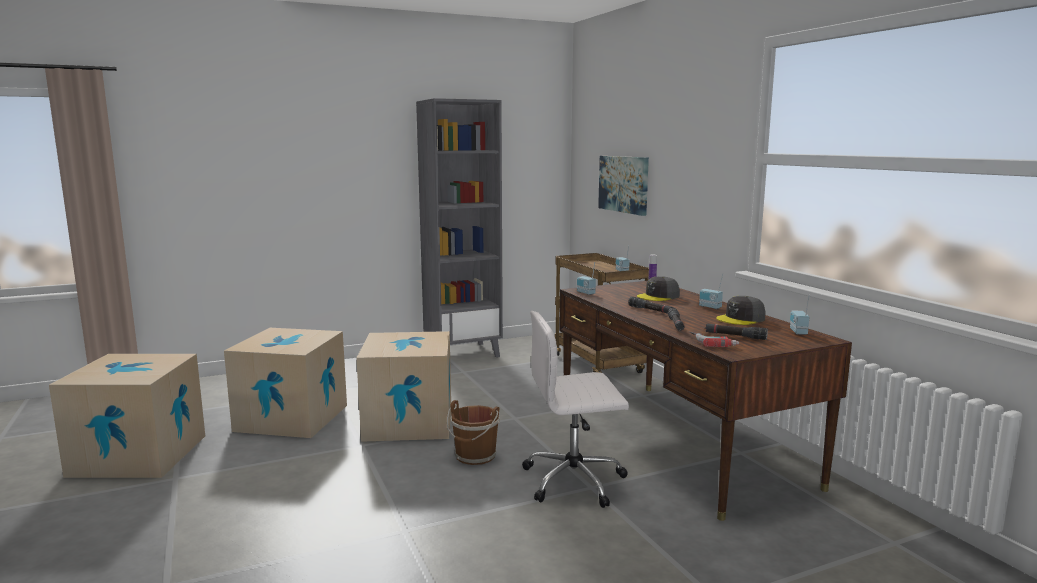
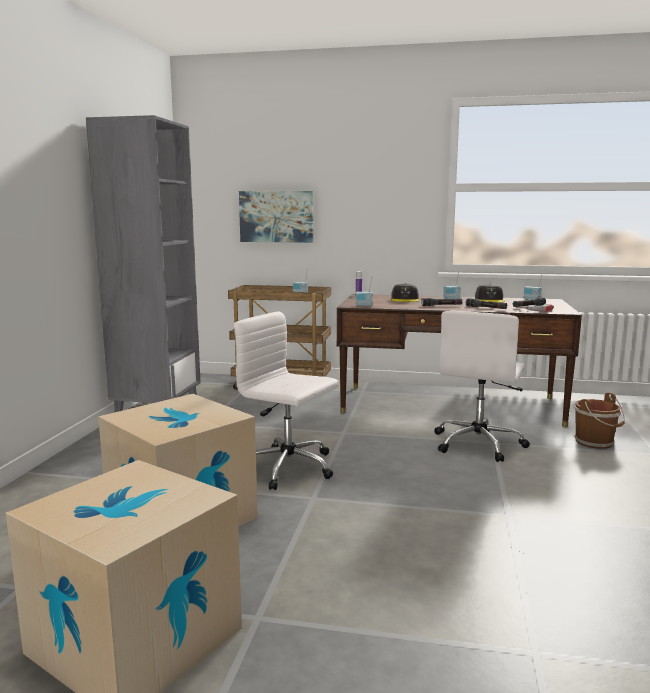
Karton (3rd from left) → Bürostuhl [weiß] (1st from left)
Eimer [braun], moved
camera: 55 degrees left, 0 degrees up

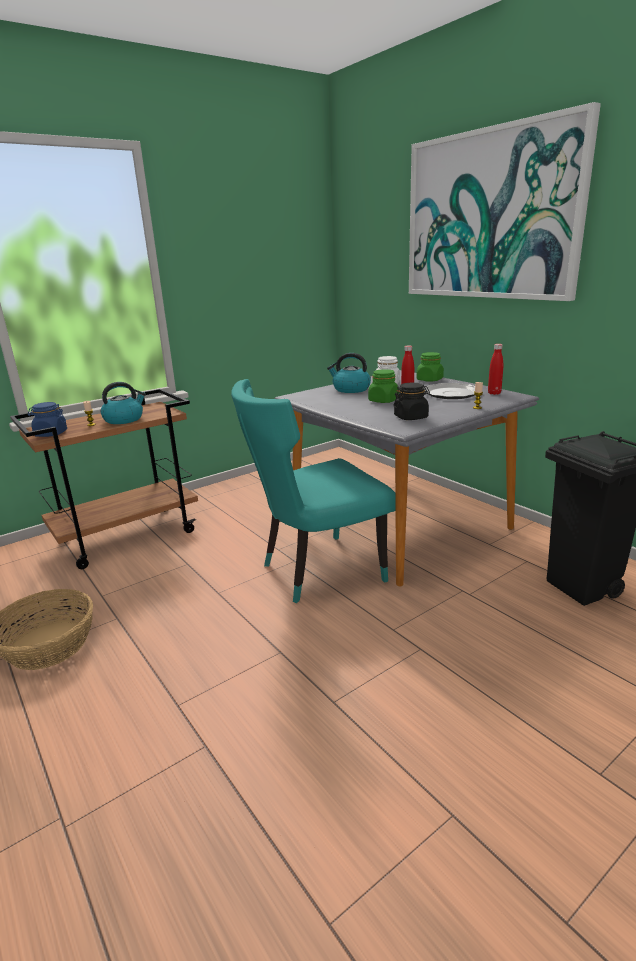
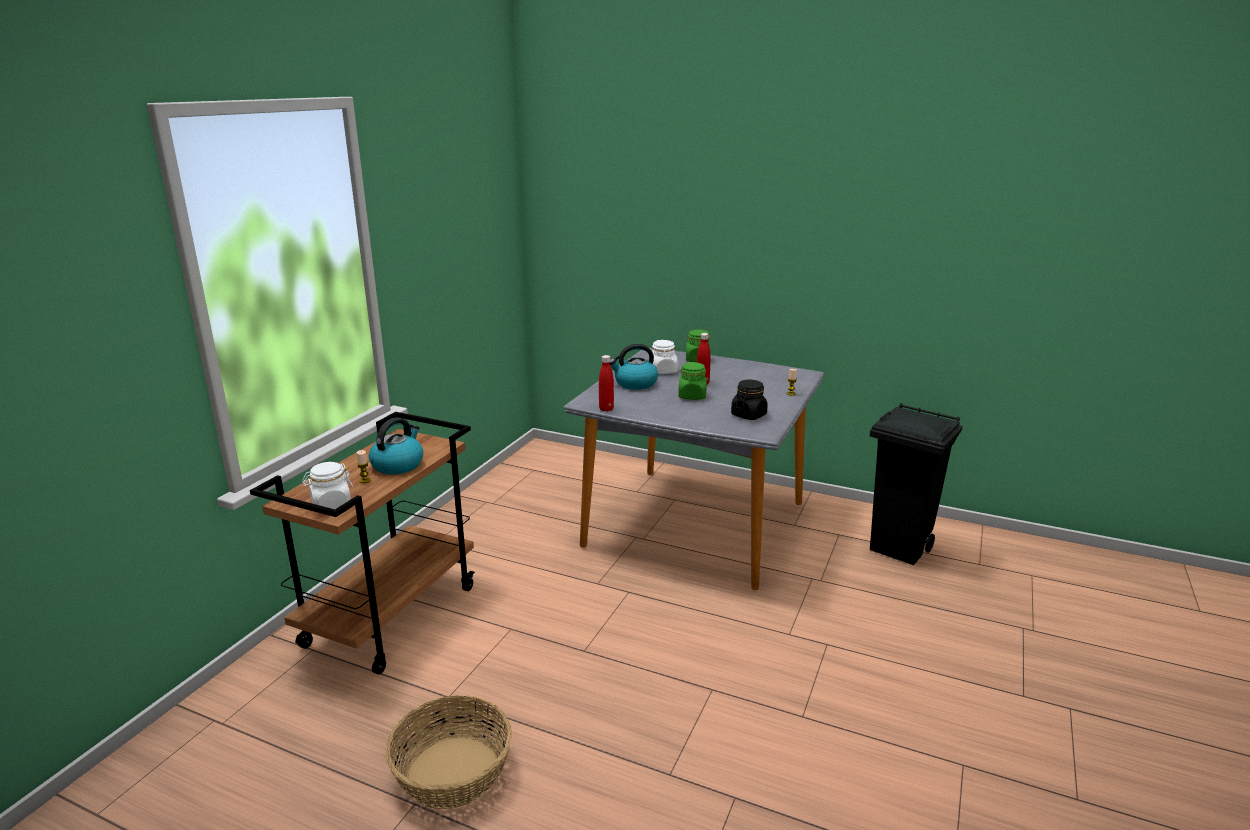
Bild → -
Flasche [rot] (2nd from left in the first image) → Flasche [rot] (1st from left), moved
Stuhl [türkis] → -
Teller → -
Vorratsglas [blau] → Vorratsglas [weiß] (1st from left)
camera: 30 degrees left, 0 degrees up

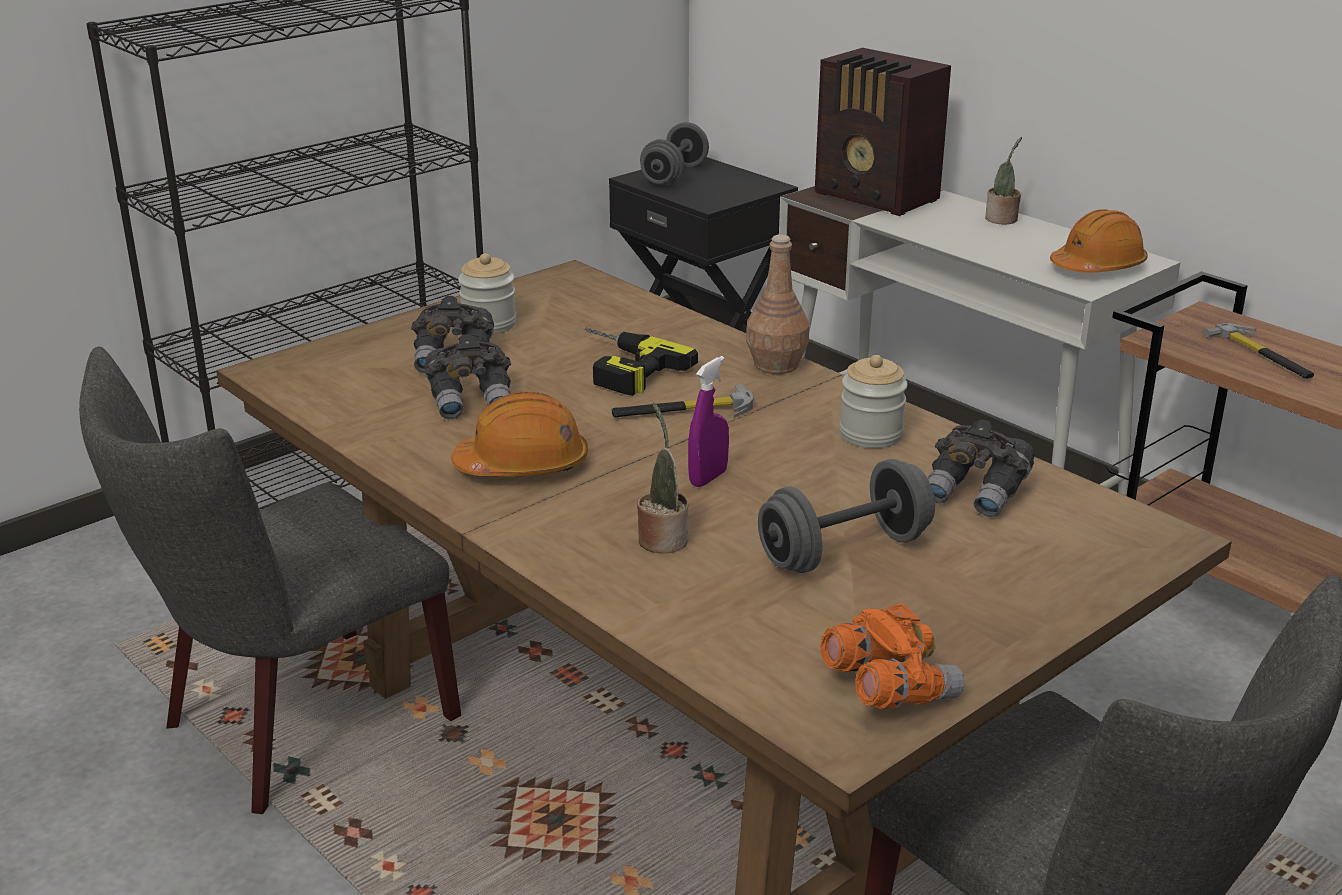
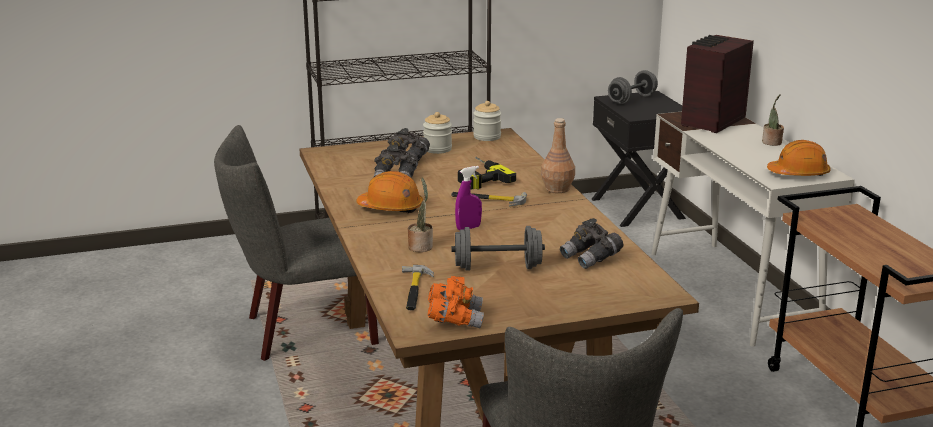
Radio, 60 degrees clockwise
Hammer (2nd from left in the first image) → Hammer (1st from left), moved
Vorratsglas (2nd from left), moved
camera: 25 degrees right, 5 degrees down

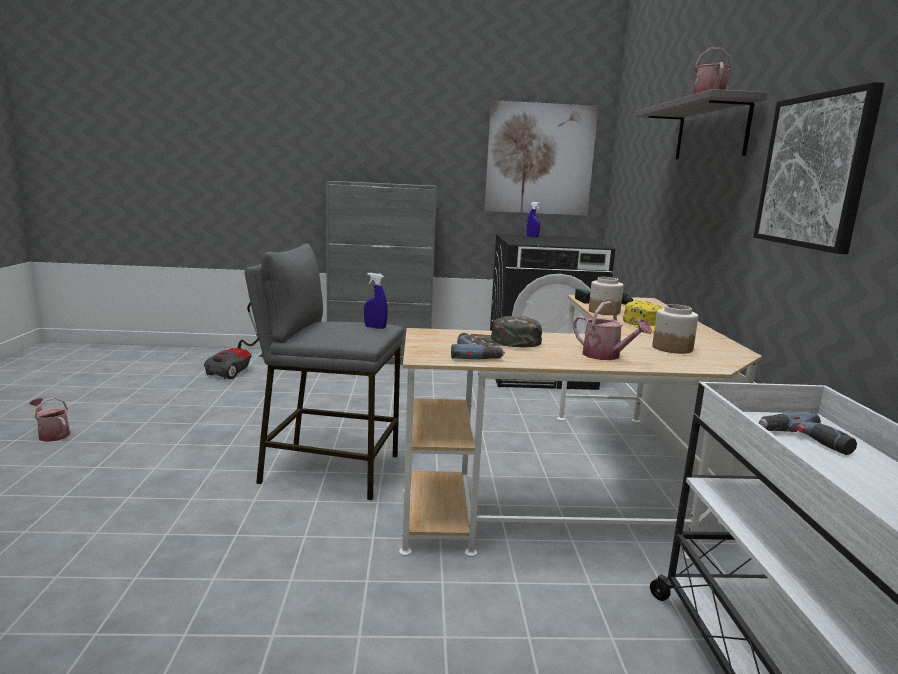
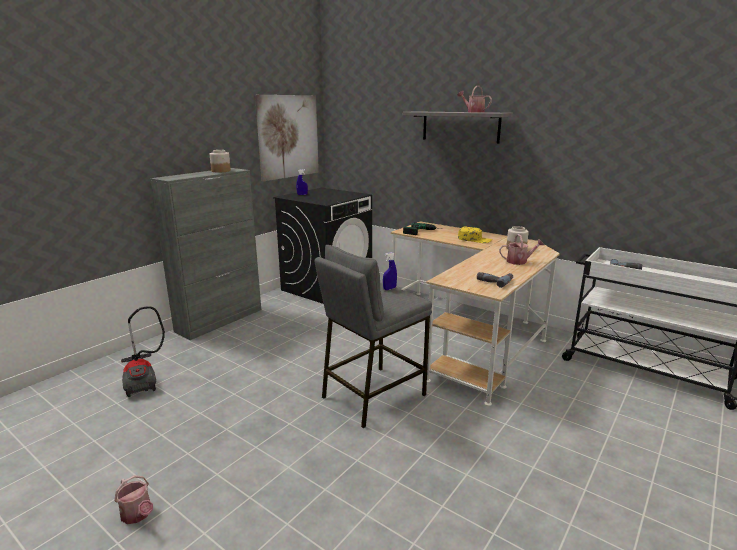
Bild (2nd from left) → -
Vorratsglas (1st from left), moved
Kappe [grün] → -
Gießkanne (1st from left), 120 degrees counterclockwise
camera: 50 degrees left, 5 degrees up

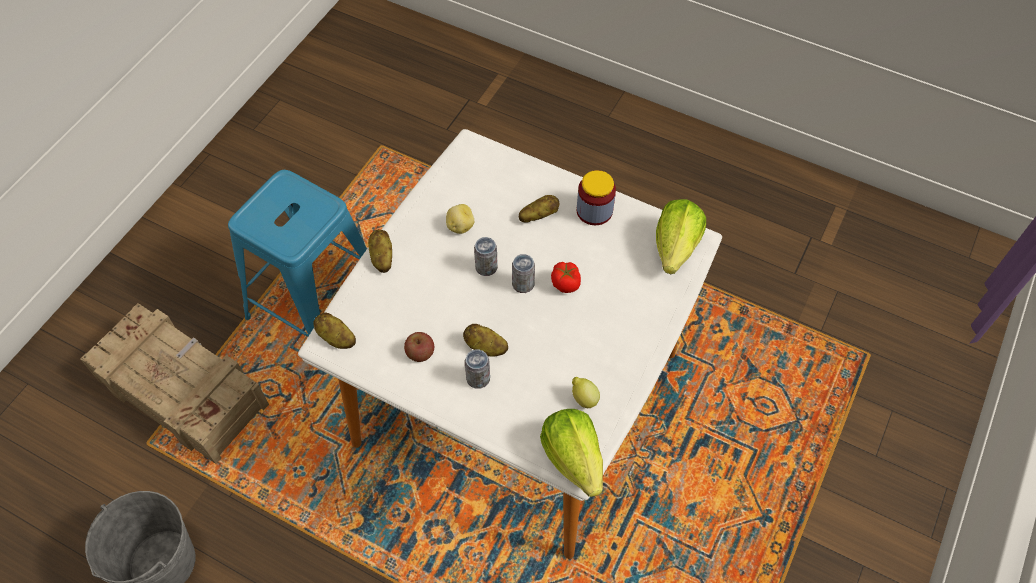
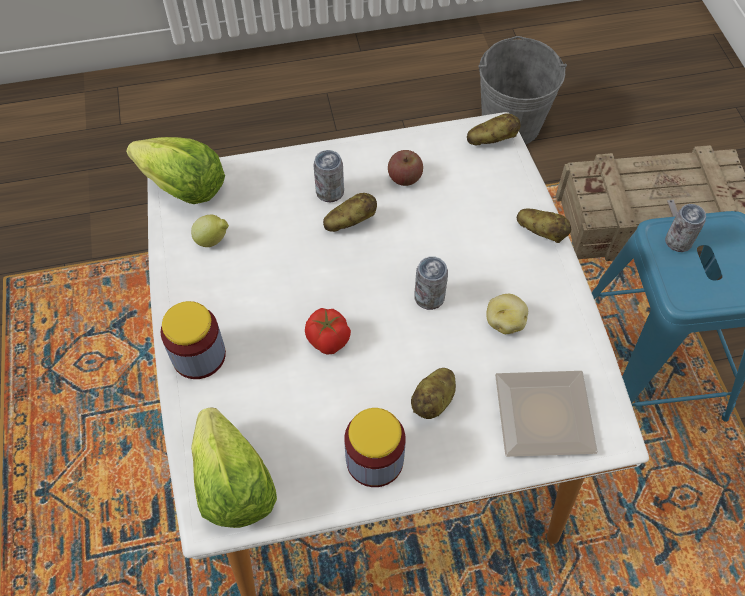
Dose (3rd from left), moved
- → Vorratsglas (1st from left)
- → Teller
camera: 140 degrees right, 0 degrees up

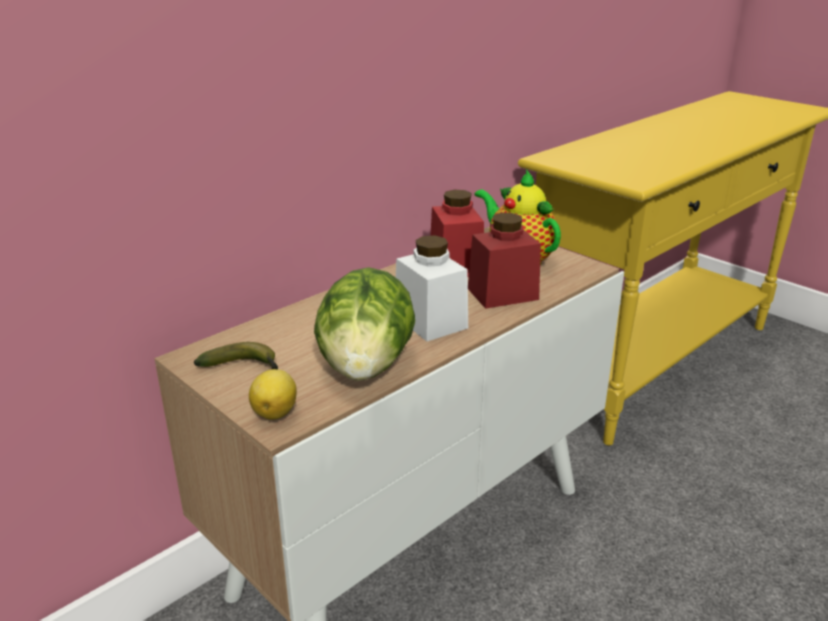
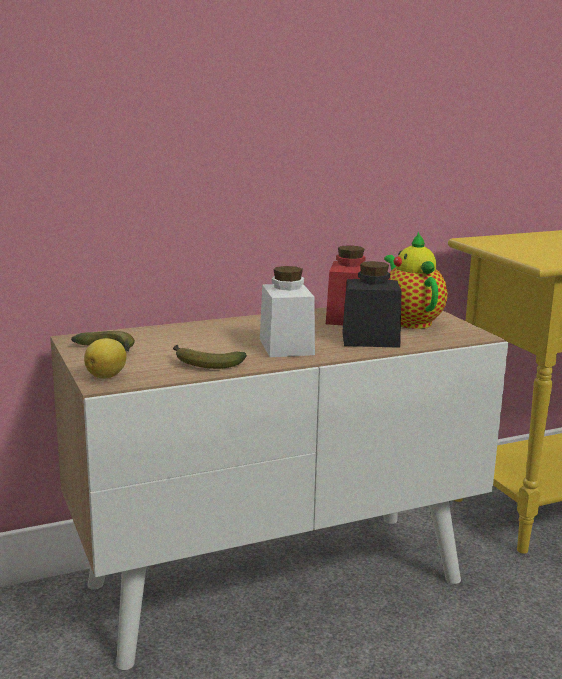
Vorratsglas [rot] (2nd from left) → Vorratsglas [schwarz]
Salatkopf → Banane (2nd from left)
camera: 20 degrees right, 10 degrees down

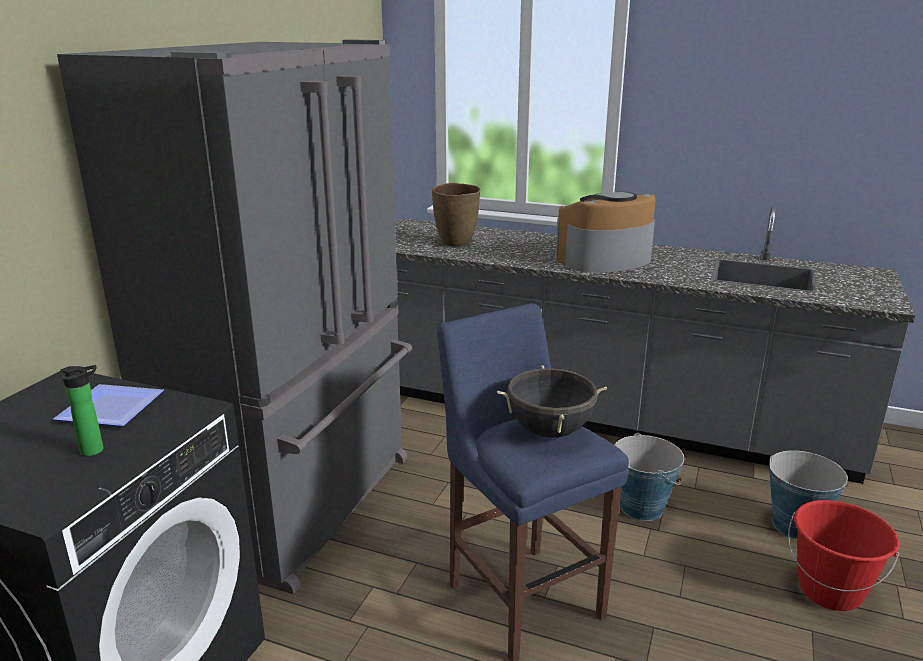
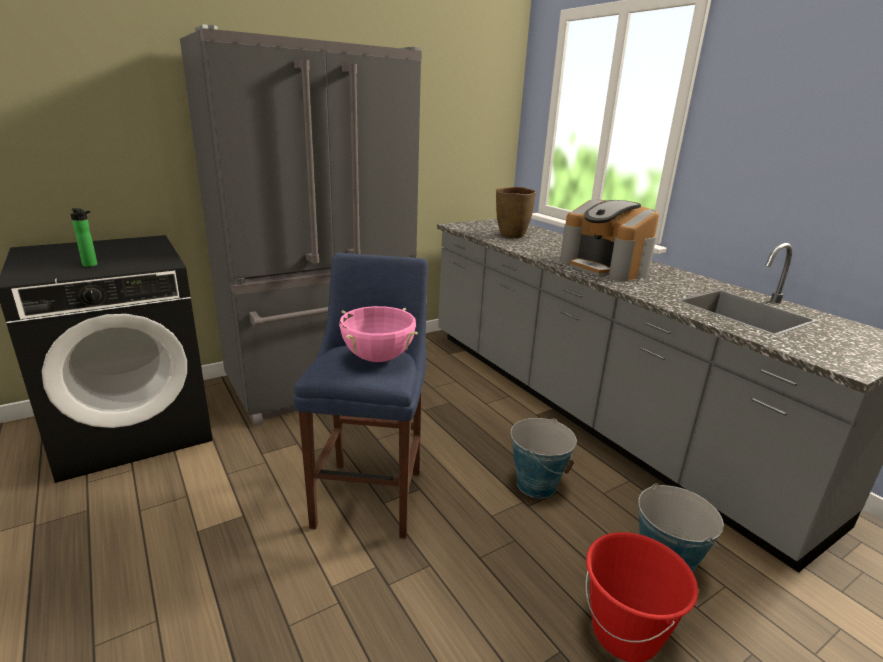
Kaffeemaschine, 135 degrees counterclockwise
Kochtopf [schwarz] → Kochtopf [rosa]
Teller → -
camera: 35 degrees right, 0 degrees up

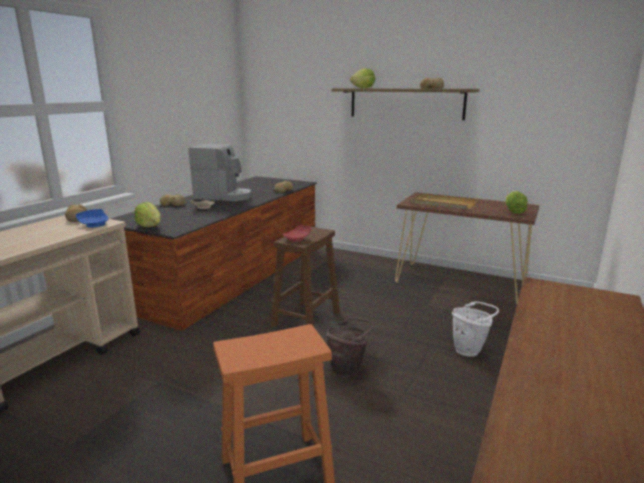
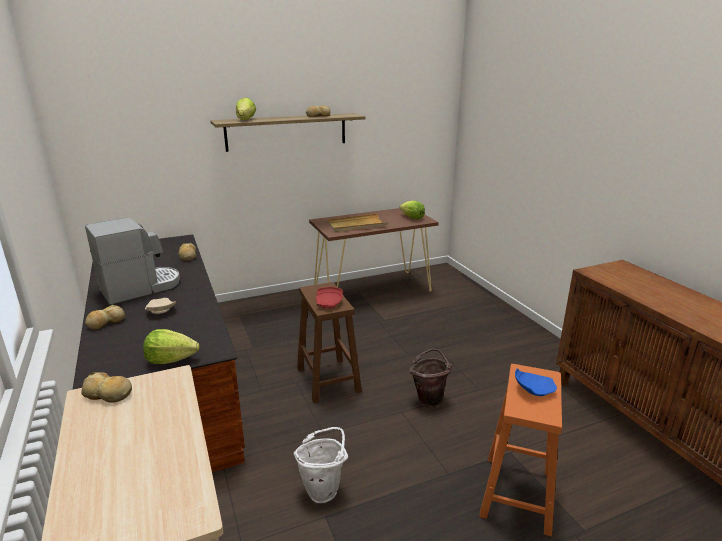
Teller [blau], moved
Eimer [weiß], moved
camera: 50 degrees left, 5 degrees up

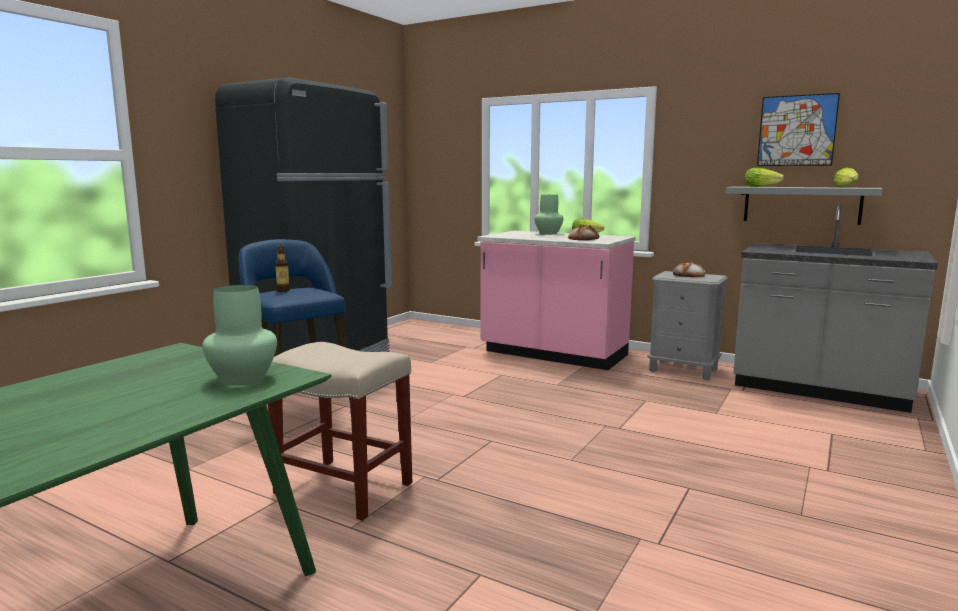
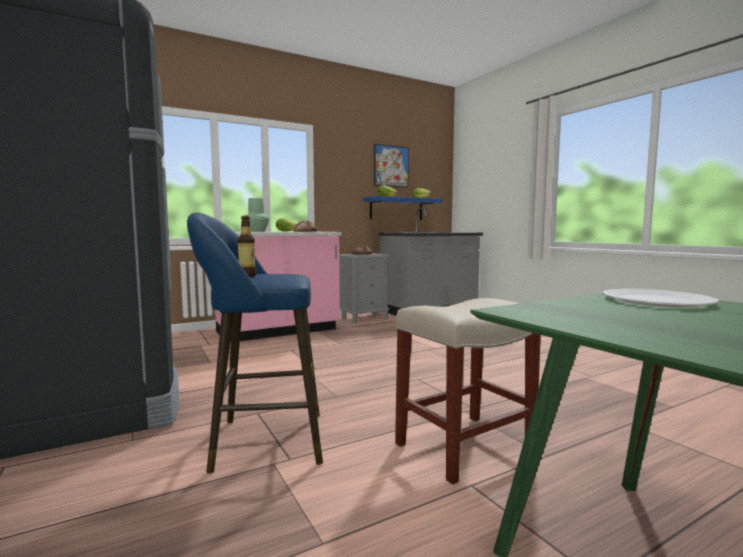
Wandregal [grau] → Wandregal [blau]
Vase [grün] (1st from left) → Teller [weiß]
camera: 60 degrees left, 5 degrees down

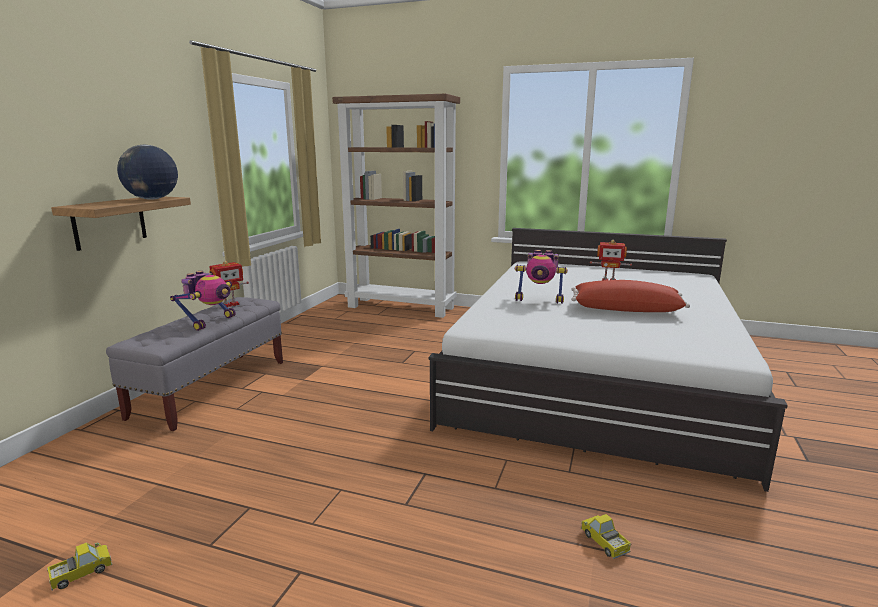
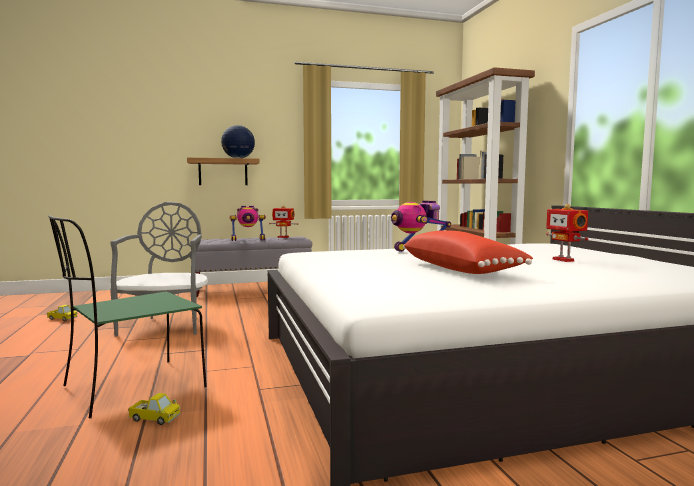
Spielzeuglaster (2nd from left), 75 degrees clockwise
- → Stuhl [grau]
- → Stuhl [grün]
camera: 55 degrees right, 10 degrees down

